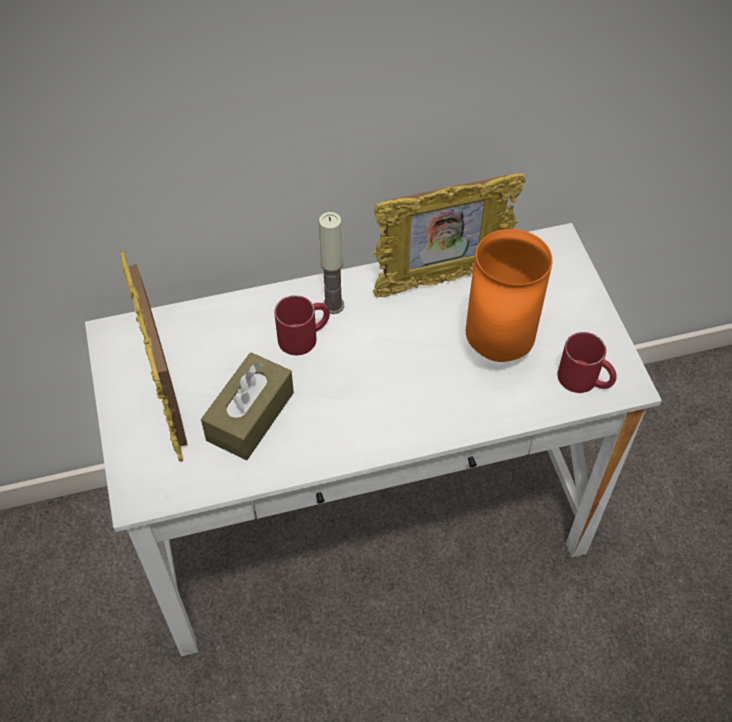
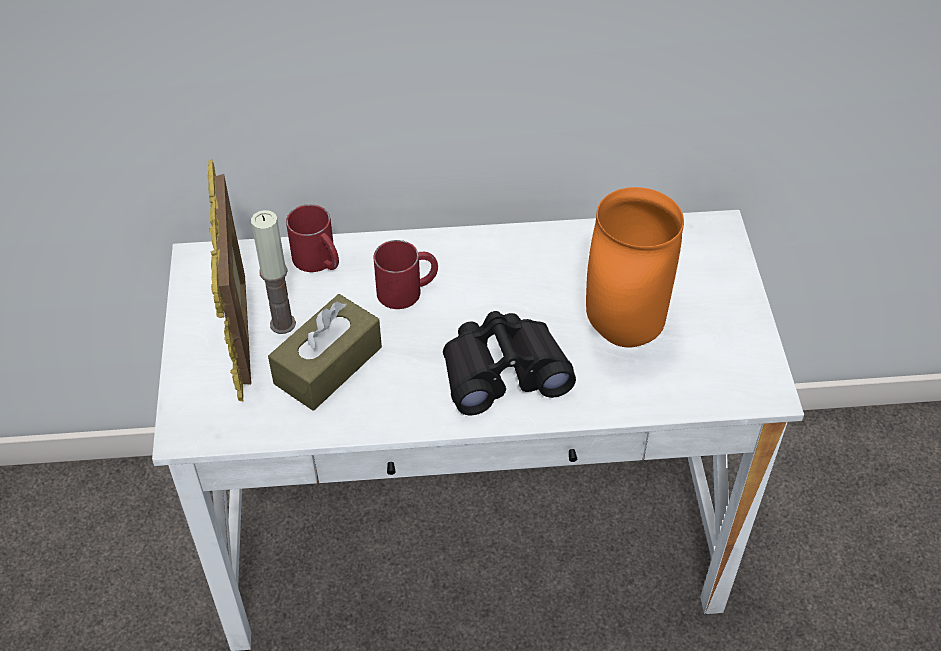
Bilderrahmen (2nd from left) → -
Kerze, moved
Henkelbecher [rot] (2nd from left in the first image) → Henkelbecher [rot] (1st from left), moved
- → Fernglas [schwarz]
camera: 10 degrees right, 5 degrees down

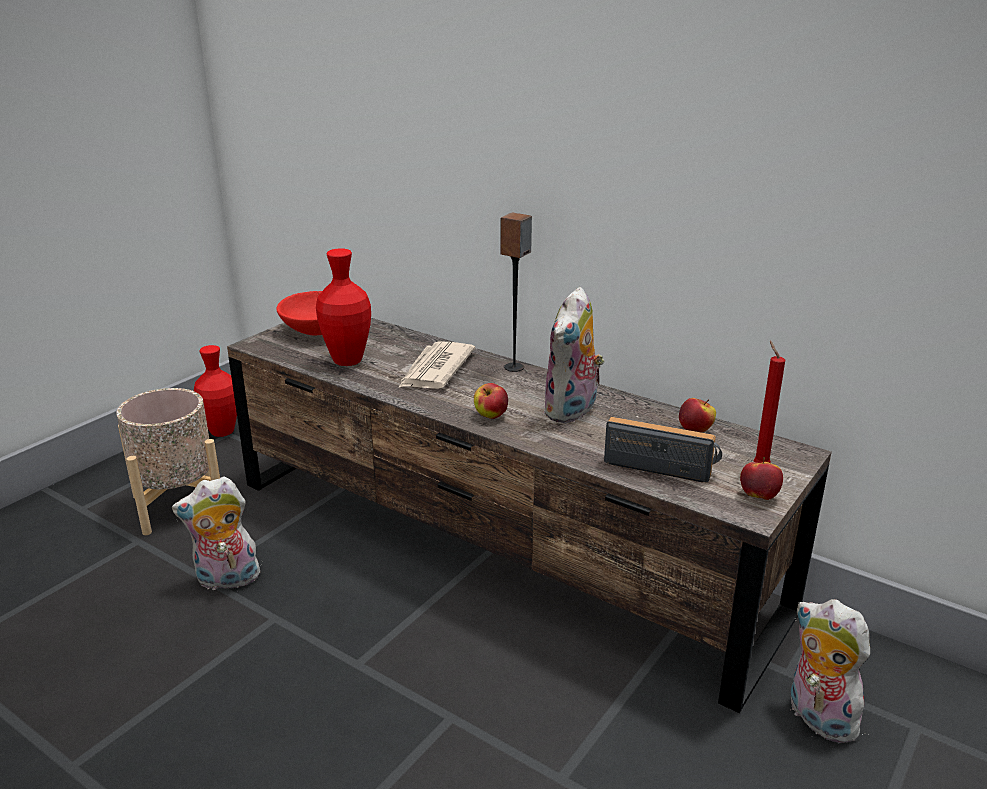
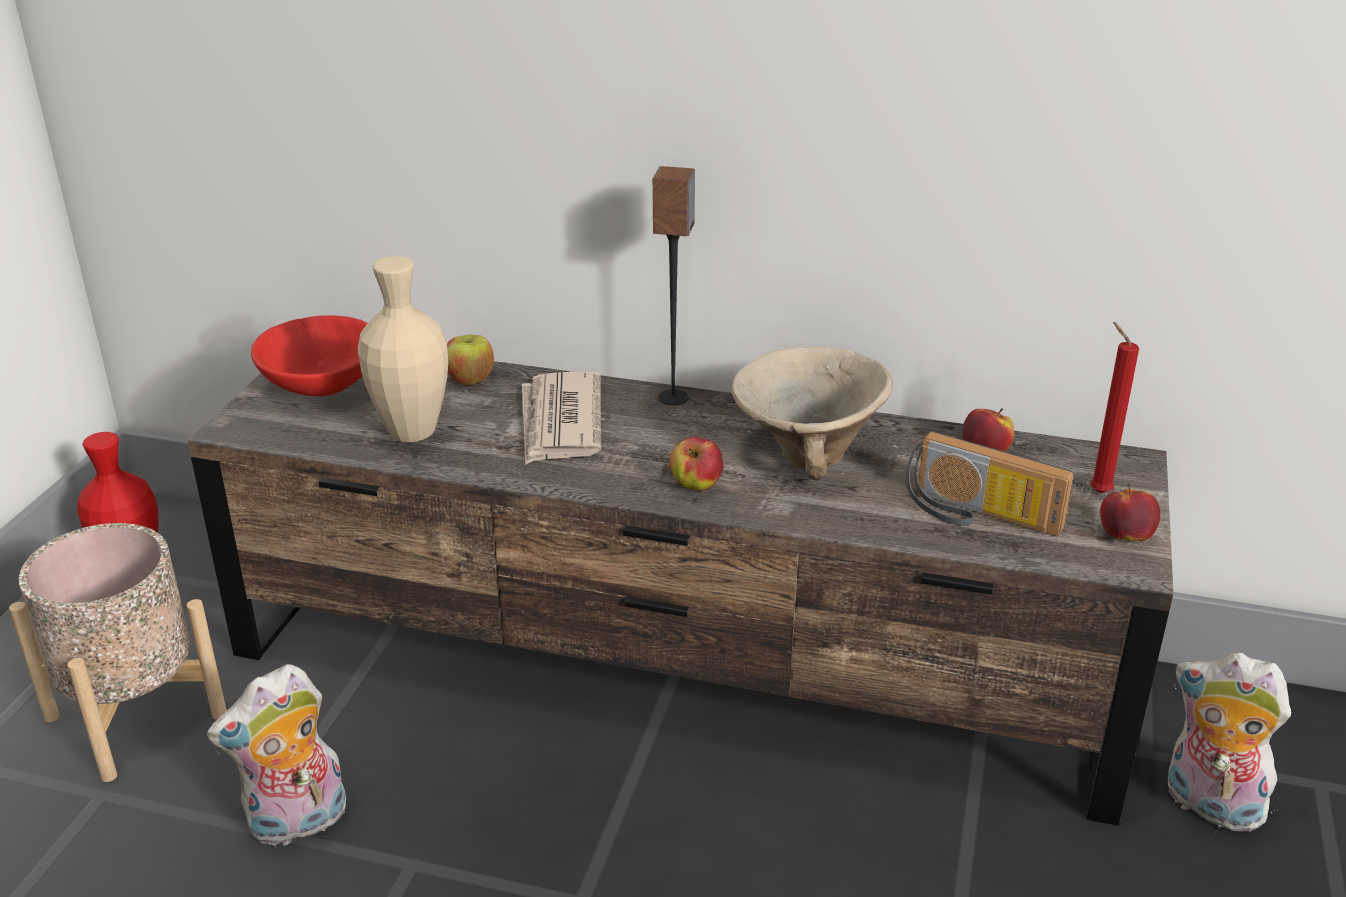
Vase [rot] (2nd from left) → Vase [beige]
Plüschtier (2nd from left) → Schüssel [beige]
Radio, 150 degrees counterclockwise
- → Apfel (1st from left)
camera: 20 degrees left, 5 degrees up

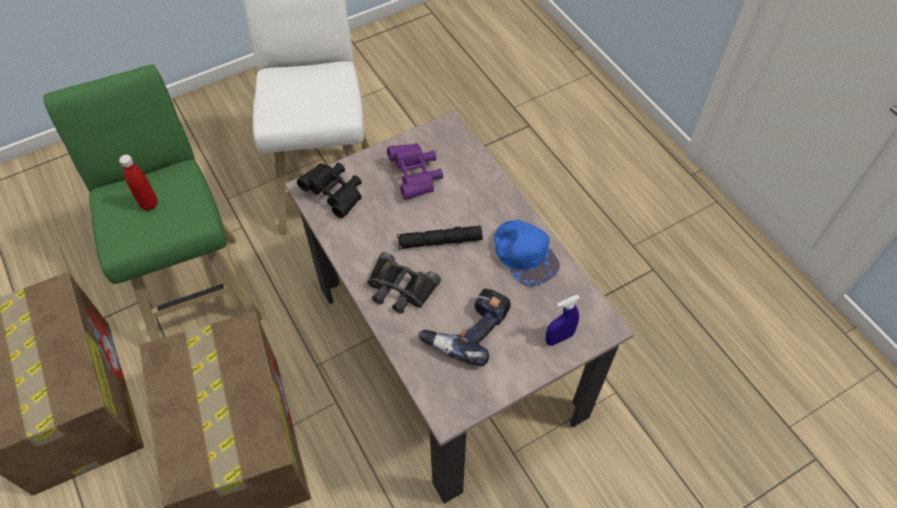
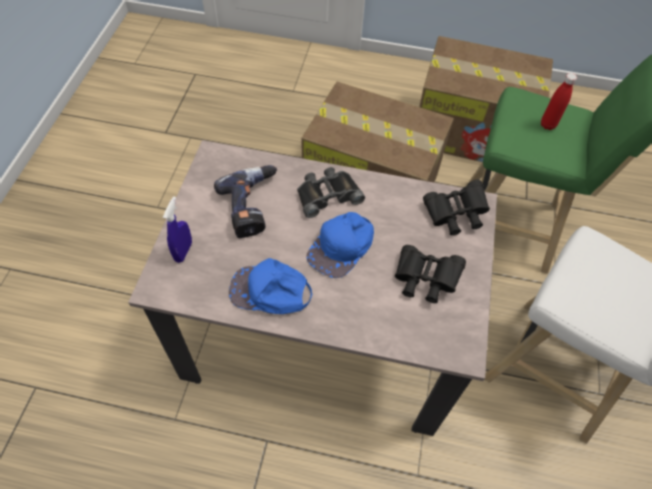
Fernglas [lila] → Fernglas [schwarz] (2nd from left)
Taschenlampe [schwarz] → Kappe [blau] (2nd from left)
camera: 130 degrees right, 0 degrees up

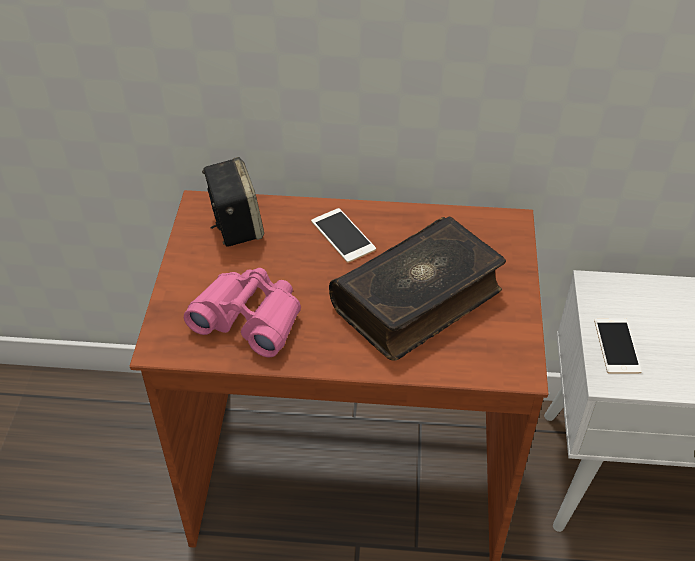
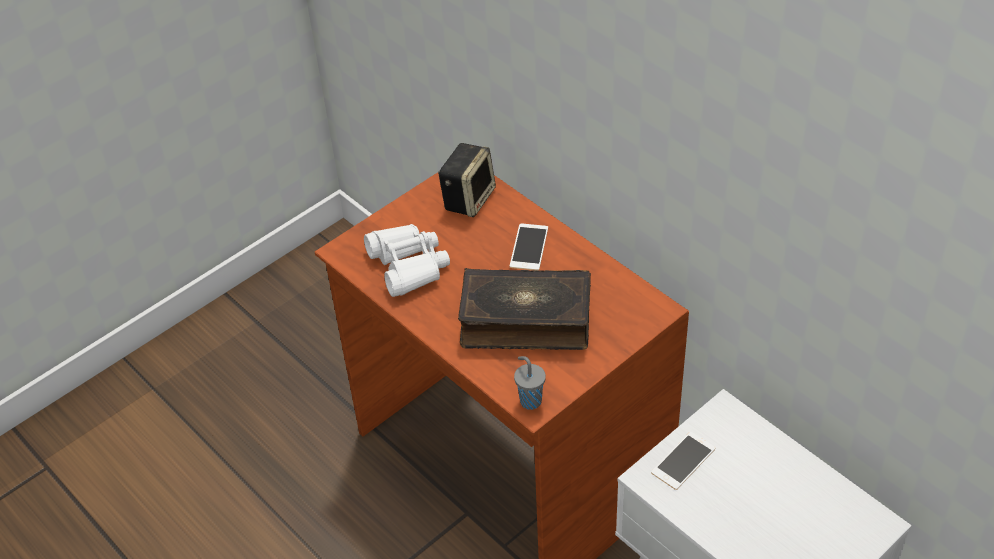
Fernglas [rosa] → Fernglas [weiß]
- → Tasse [grau]
camera: 45 degrees right, 0 degrees up

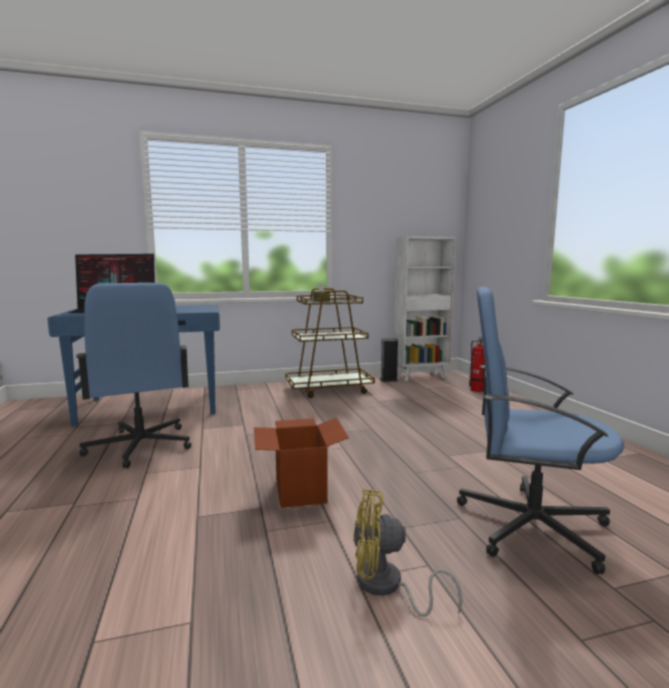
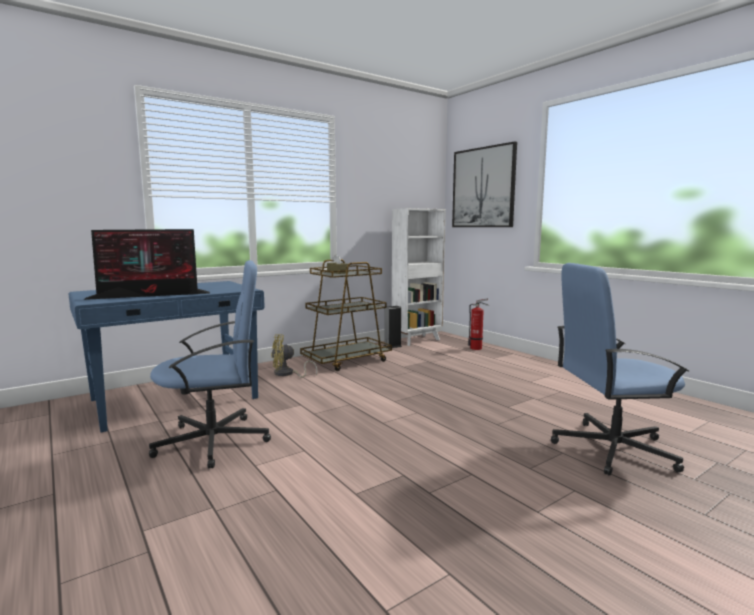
Bürostuhl [blau] (1st from left), 60 degrees counterclockwise
Karton → -
Ventilator [gelb], moved
- → Bild
camera: 20 degrees left, 0 degrees up

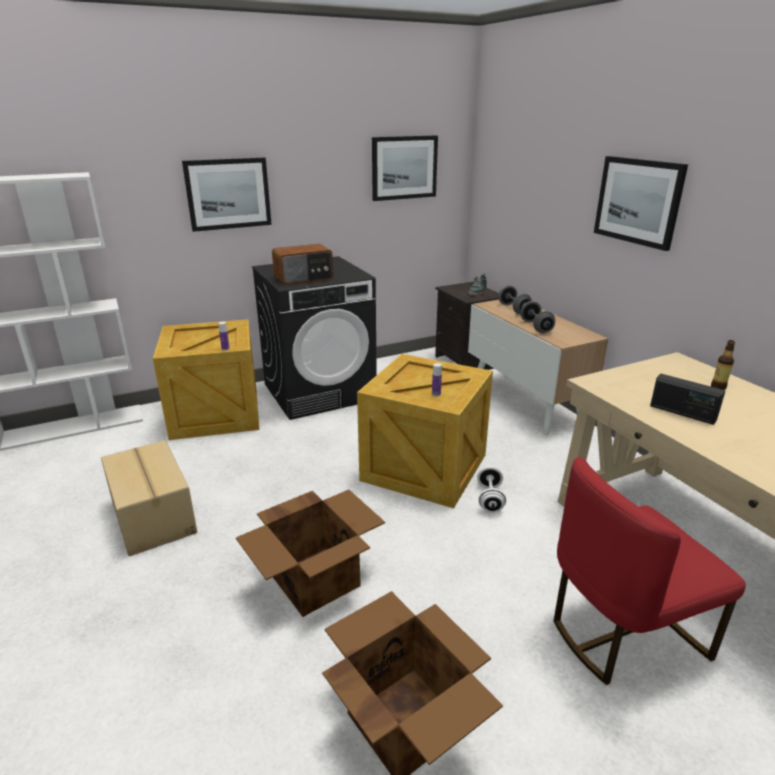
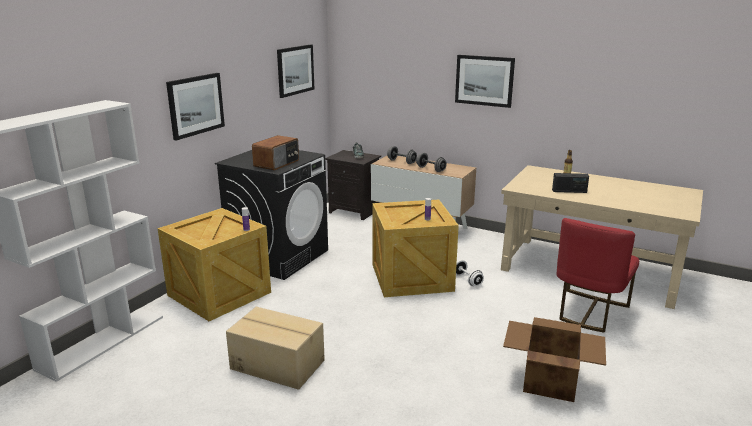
Karton (2nd from left) → -
camera: 35 degrees left, 5 degrees down

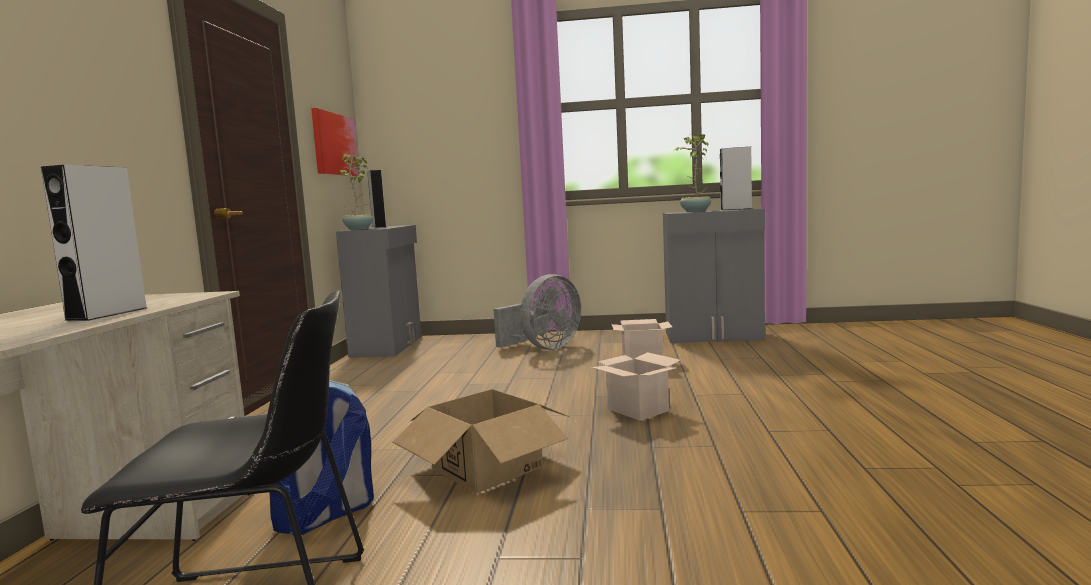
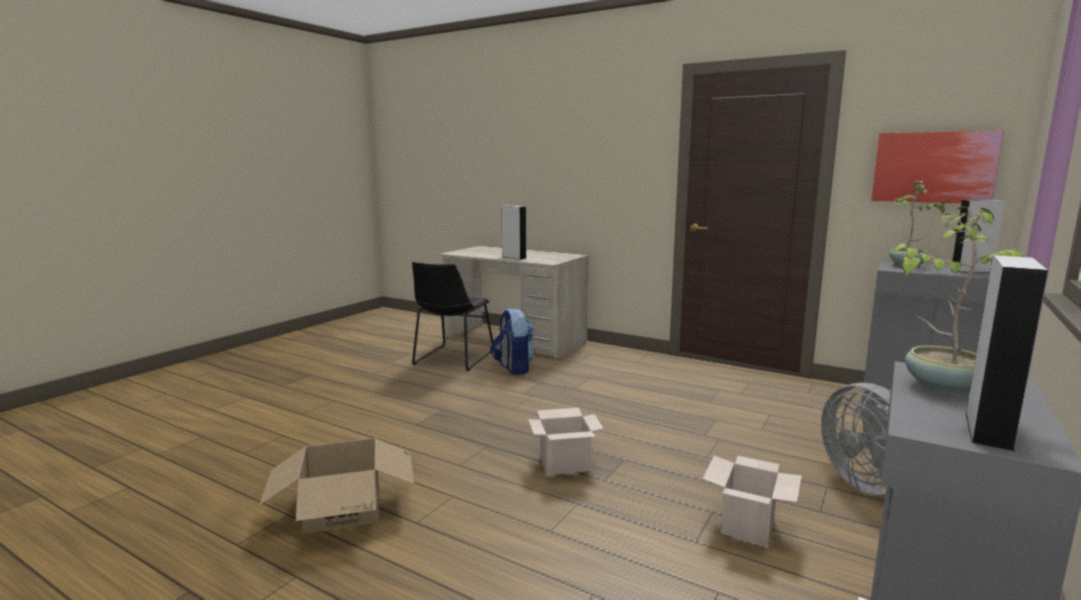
Karton (1st from left), moved
camera: 115 degrees right, 5 degrees up

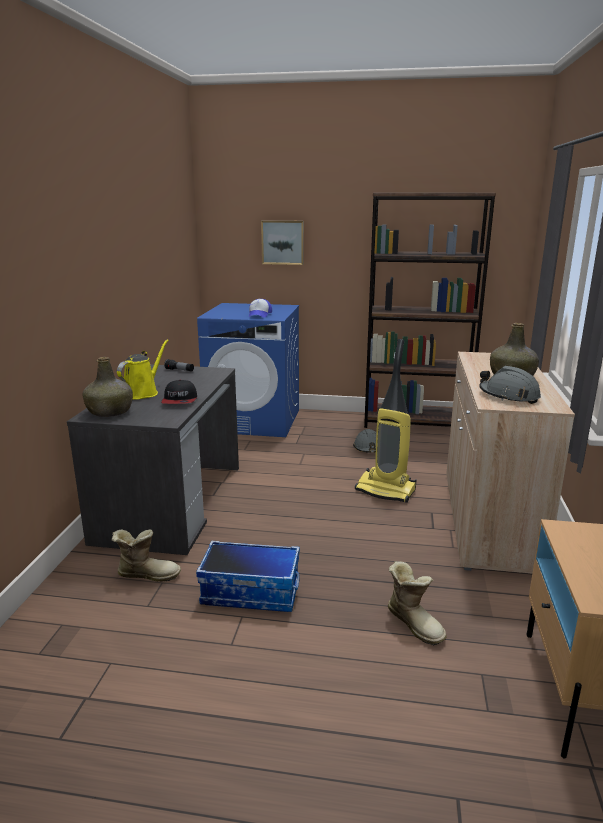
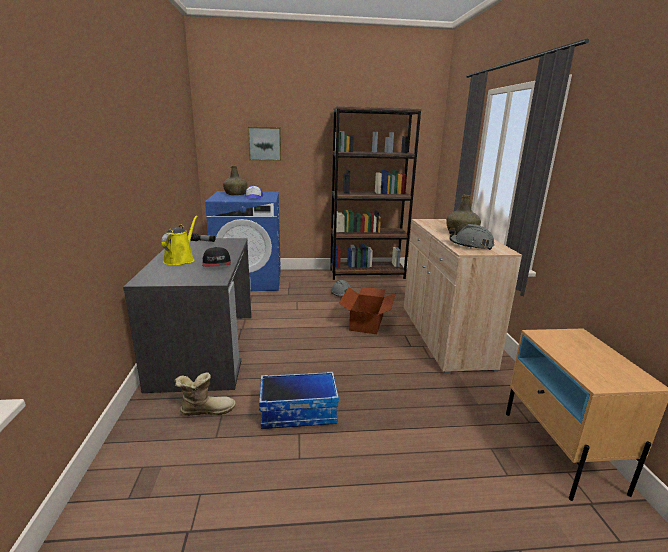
Staubsauger → Karton
Flasche [grün] (1st from left), moved
Stiefel (2nd from left) → -
camera: 15 degrees left, 0 degrees up

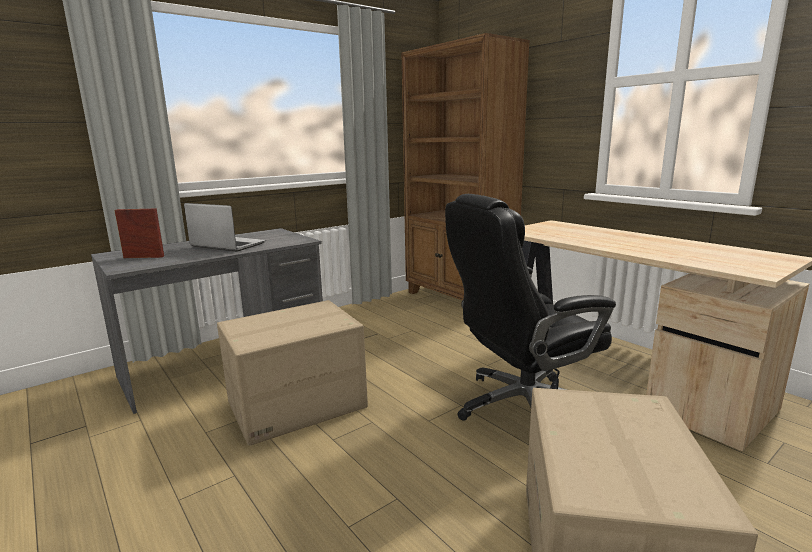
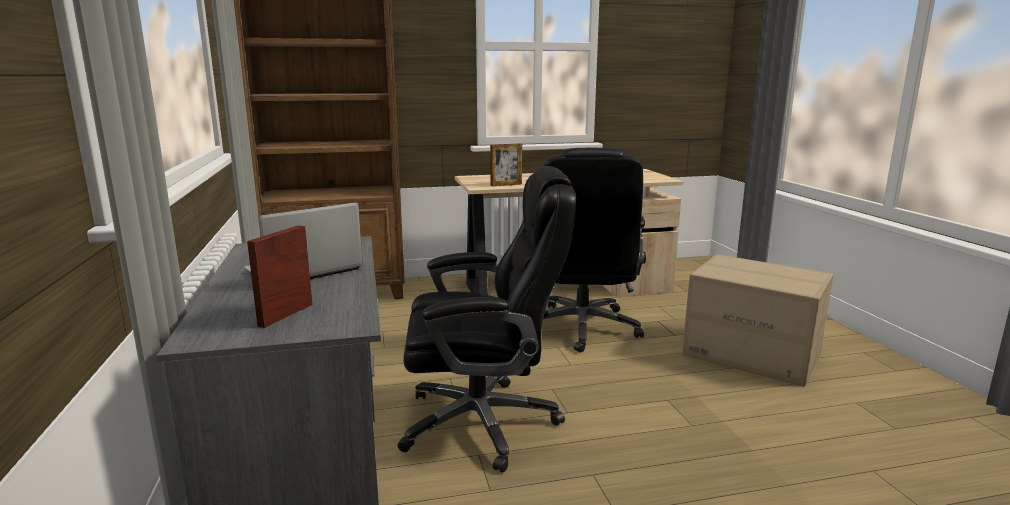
Karton (1st from left) → Bürostuhl [schwarz] (1st from left)
- → Bilderrahmen (2nd from left)
camera: 65 degrees left, 0 degrees up

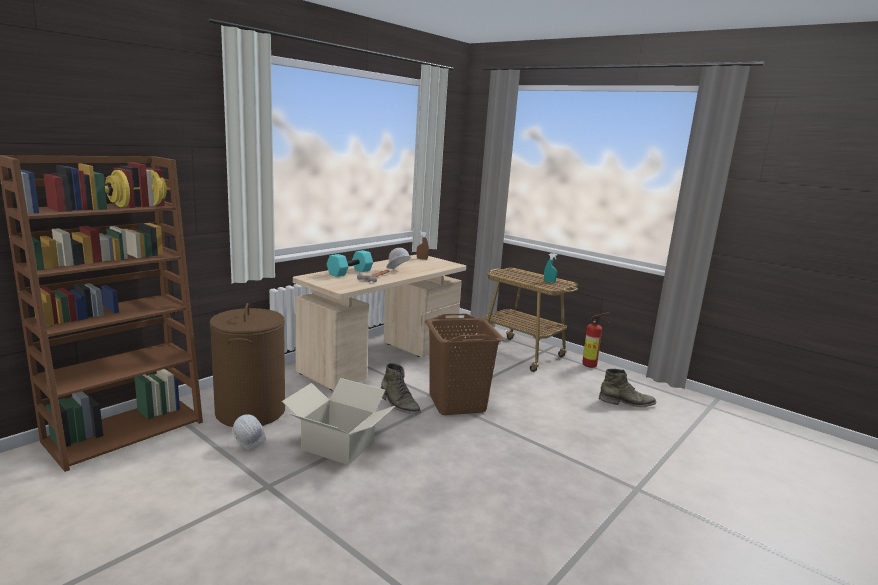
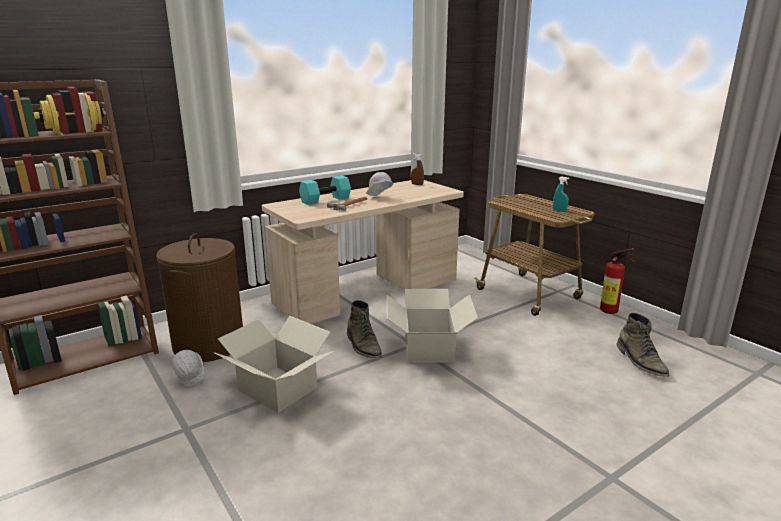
Wäschekorb [braun] (2nd from left) → Karton (2nd from left)
Stiefel [grün] (2nd from left), 60 degrees clockwise
camera: 15 degrees right, 5 degrees up

